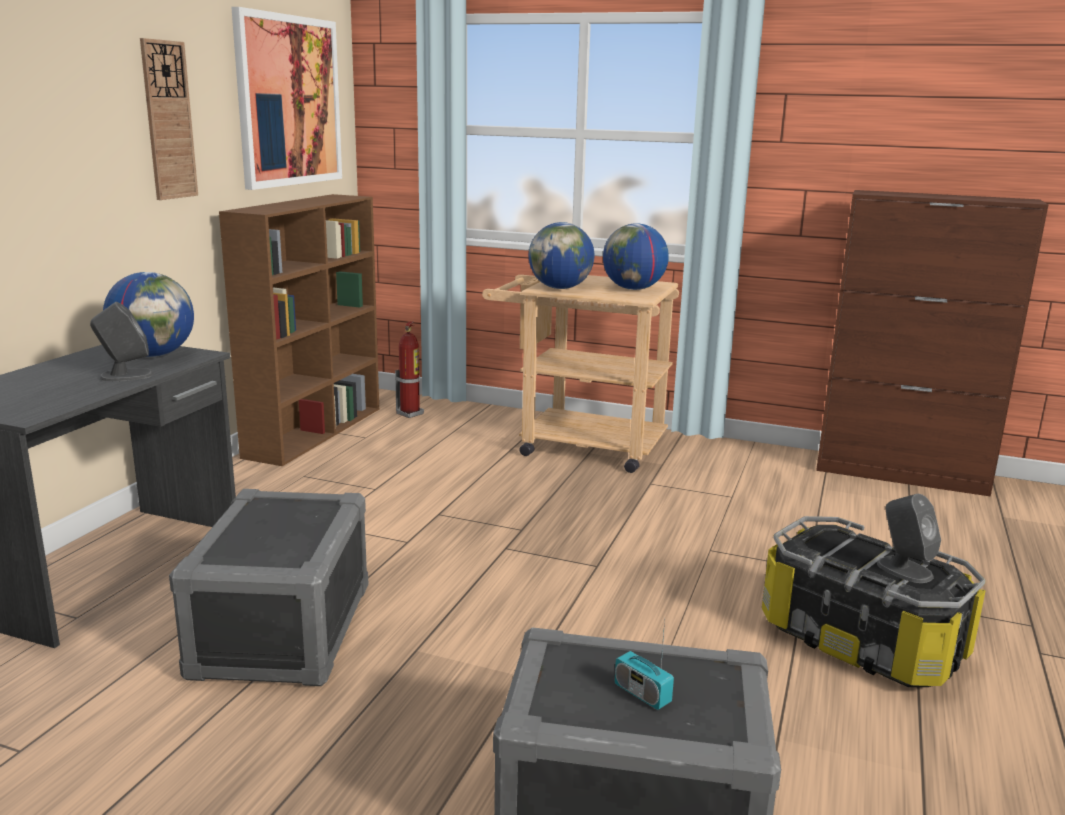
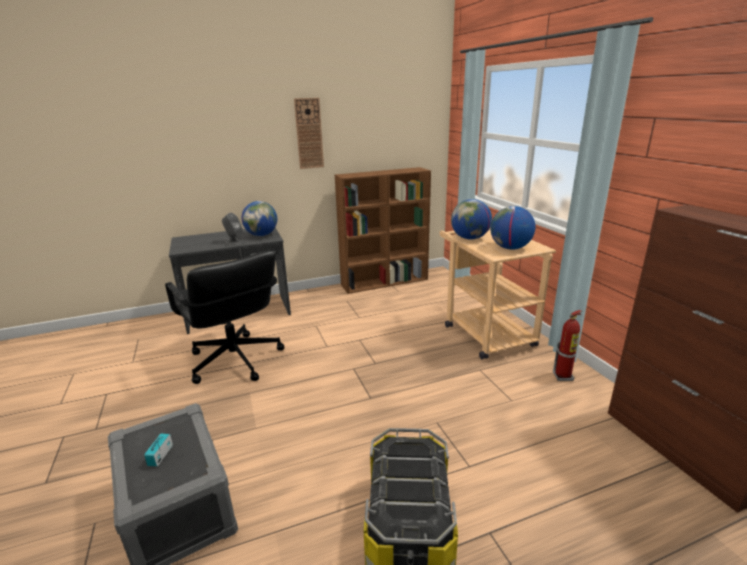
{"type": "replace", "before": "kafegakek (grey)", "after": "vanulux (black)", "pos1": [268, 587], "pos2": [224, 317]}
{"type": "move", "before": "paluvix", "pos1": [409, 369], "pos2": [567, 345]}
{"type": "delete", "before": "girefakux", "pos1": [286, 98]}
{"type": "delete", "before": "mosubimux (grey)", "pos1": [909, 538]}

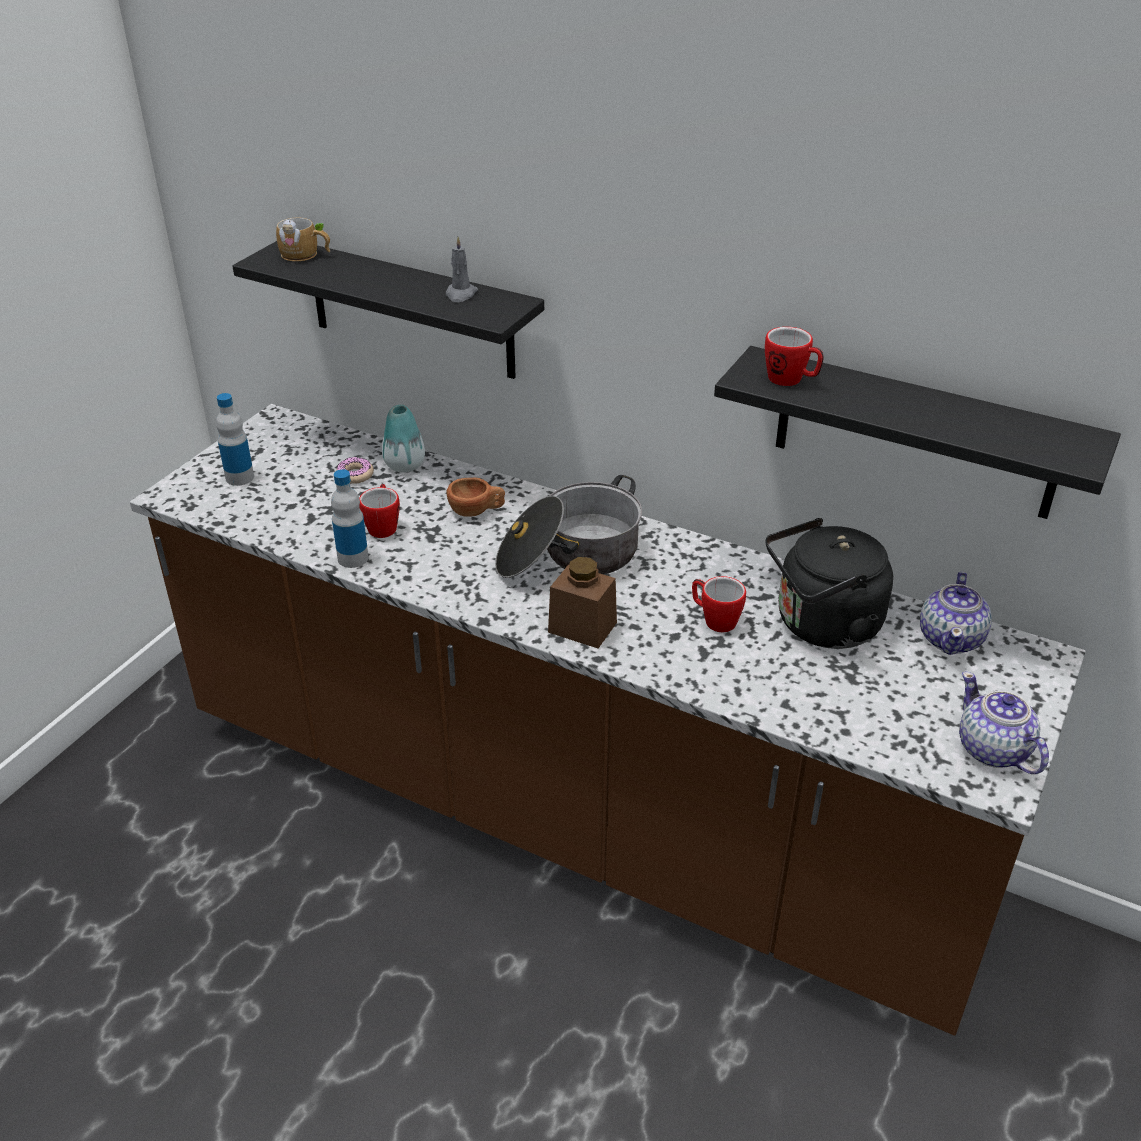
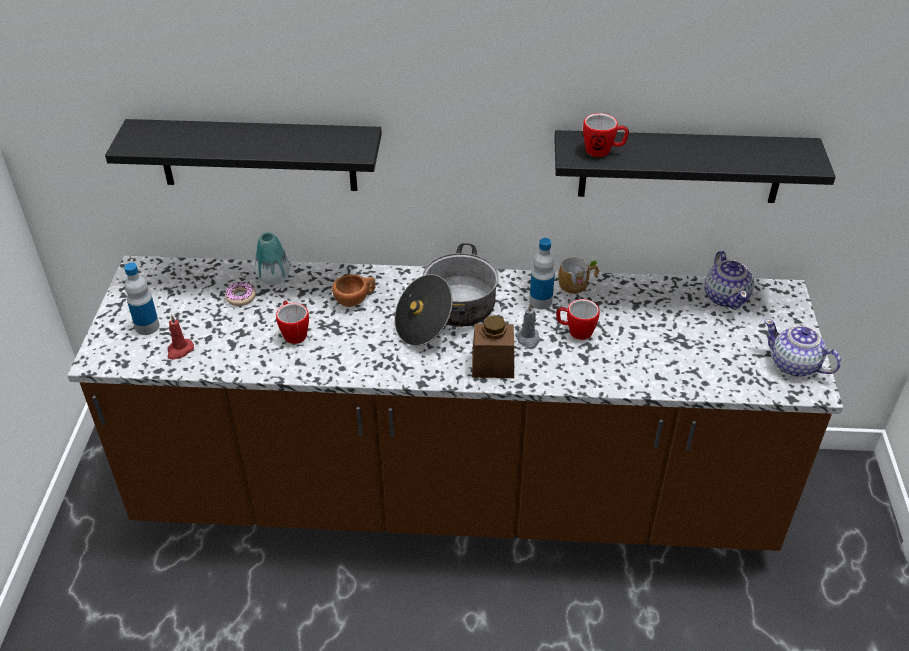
{"type": "insert", "after": "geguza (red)", "pos2": [180, 337]}
{"type": "move", "before": "geguza (grey)", "pos1": [462, 269], "pos2": [527, 326]}
{"type": "move", "before": "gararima", "pos1": [350, 518], "pos2": [542, 273]}
{"type": "move", "before": "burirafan", "pos1": [303, 239], "pos2": [578, 276]}
{"type": "delete", "before": "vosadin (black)", "pos1": [829, 583]}

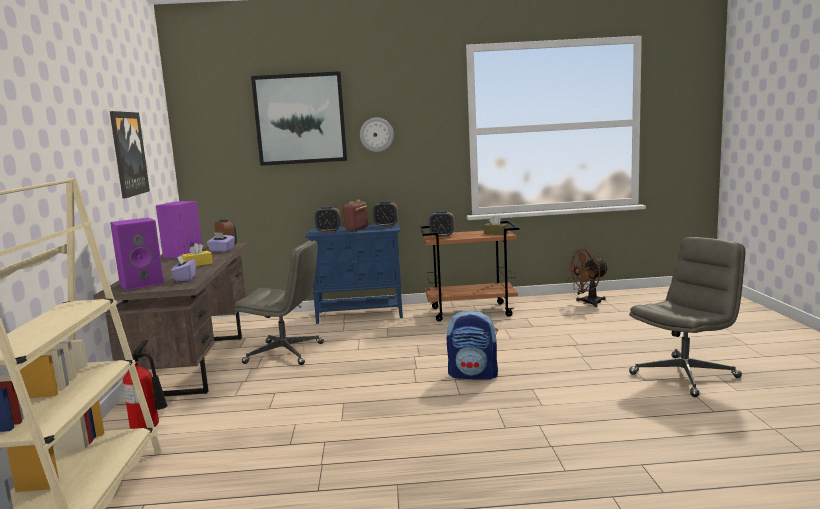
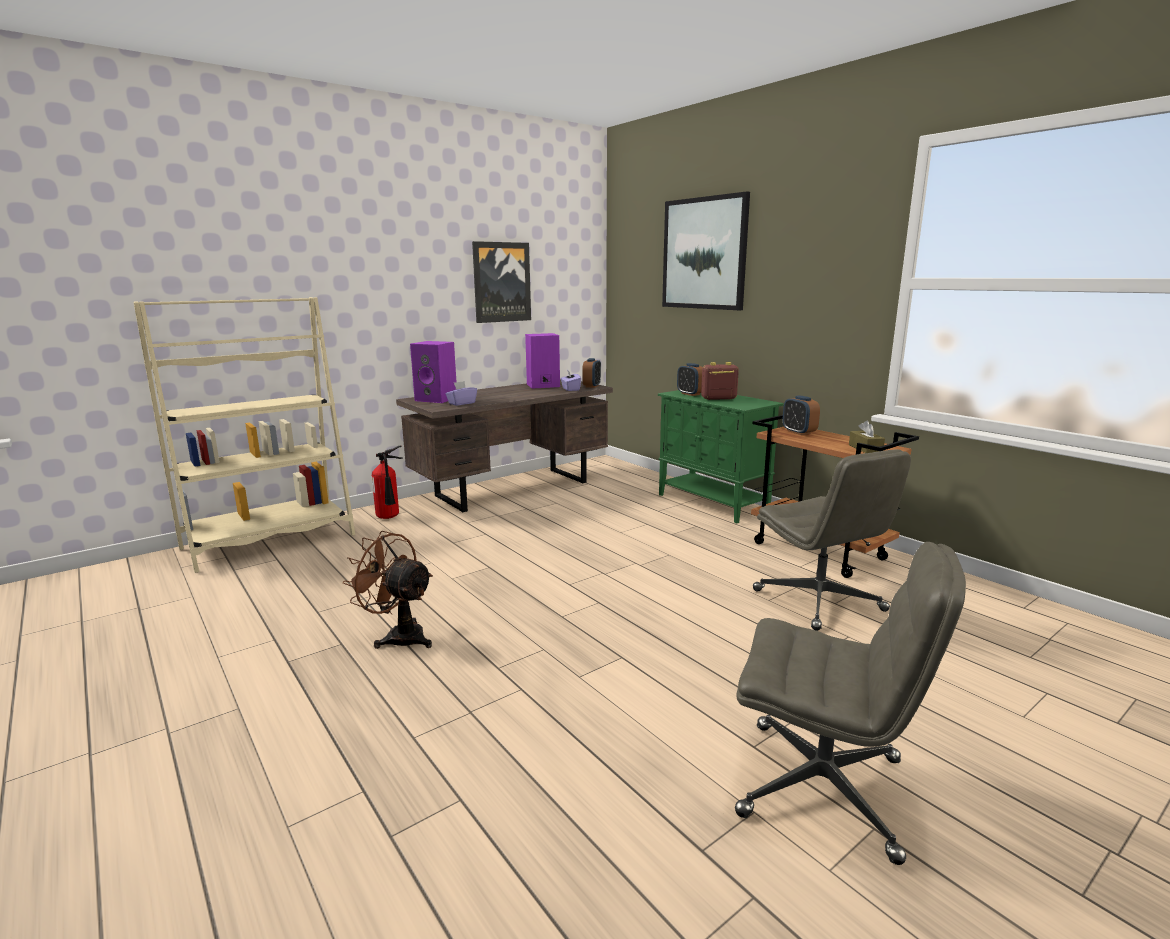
{"type": "move", "before": "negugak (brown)", "pos1": [587, 278], "pos2": [388, 590]}
{"type": "recolor", "before": "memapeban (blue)", "after": "memapeban (green)", "pos1": [354, 273], "pos2": [721, 457]}
{"type": "move", "before": "vanulux (grey)", "pos1": [279, 302], "pos2": [832, 540]}
{"type": "delete", "before": "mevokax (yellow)", "pos1": [197, 254]}
{"type": "delete", "before": "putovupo", "pos1": [377, 135]}
{"type": "delete", "before": "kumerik", "pos1": [385, 214]}
{"type": "delete", "before": "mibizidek", "pos1": [472, 345]}

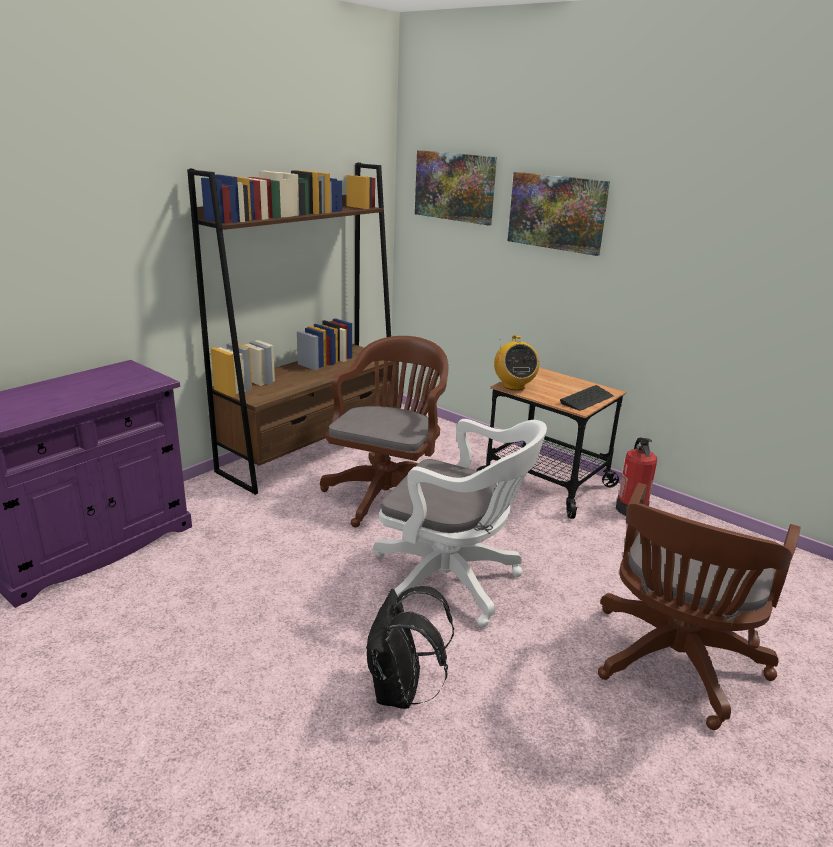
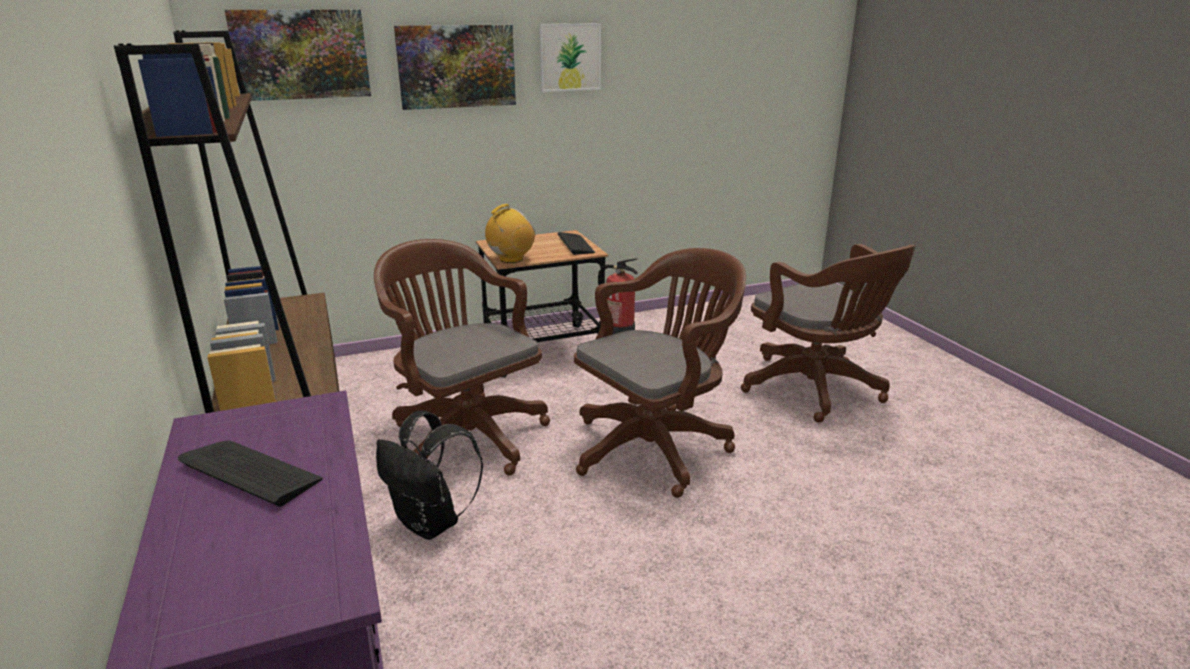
{"type": "insert", "after": "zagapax", "pos2": [250, 474]}
{"type": "move", "before": "mibizidek (black)", "pos1": [410, 647], "pos2": [429, 475]}
{"type": "rotate", "before": "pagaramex", "pos1": [517, 362], "pos2": [510, 233], "turn": -60}
{"type": "insert", "after": "girefakux", "pos2": [570, 57]}
{"type": "recolor", "before": "vanulux (white)", "after": "vanulux (brown)", "pos1": [460, 523], "pos2": [660, 373]}

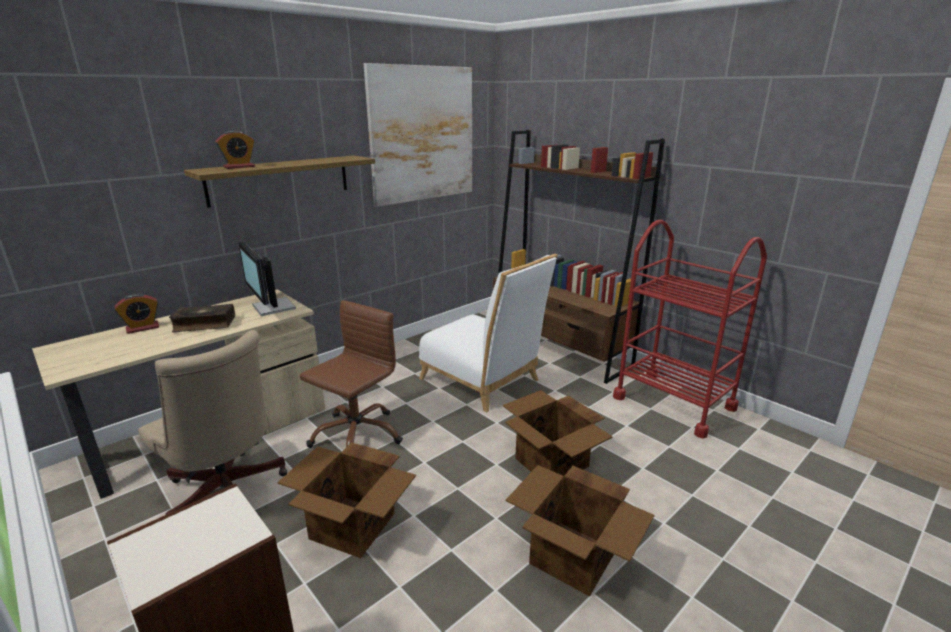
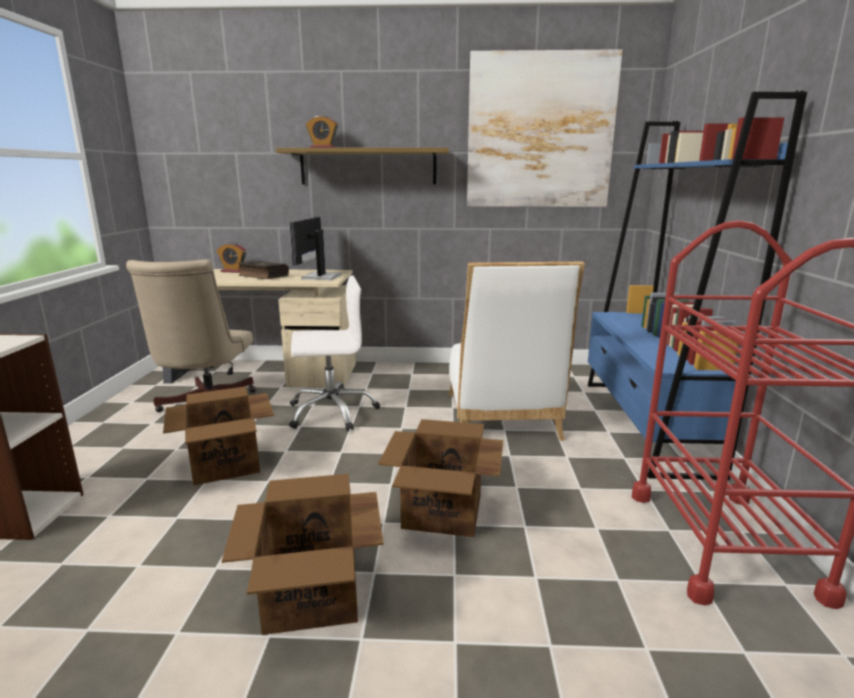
{"type": "recolor", "before": "vanulux (brown)", "after": "vanulux (white)", "pos1": [351, 374], "pos2": [334, 353]}
{"type": "recolor", "before": "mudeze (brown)", "after": "mudeze (blue)", "pos1": [579, 257], "pos2": [697, 285]}

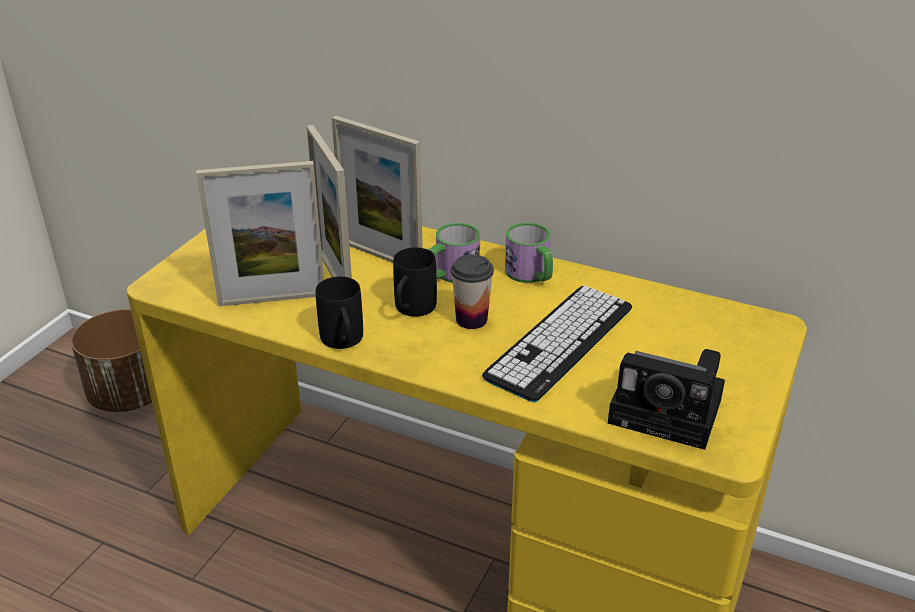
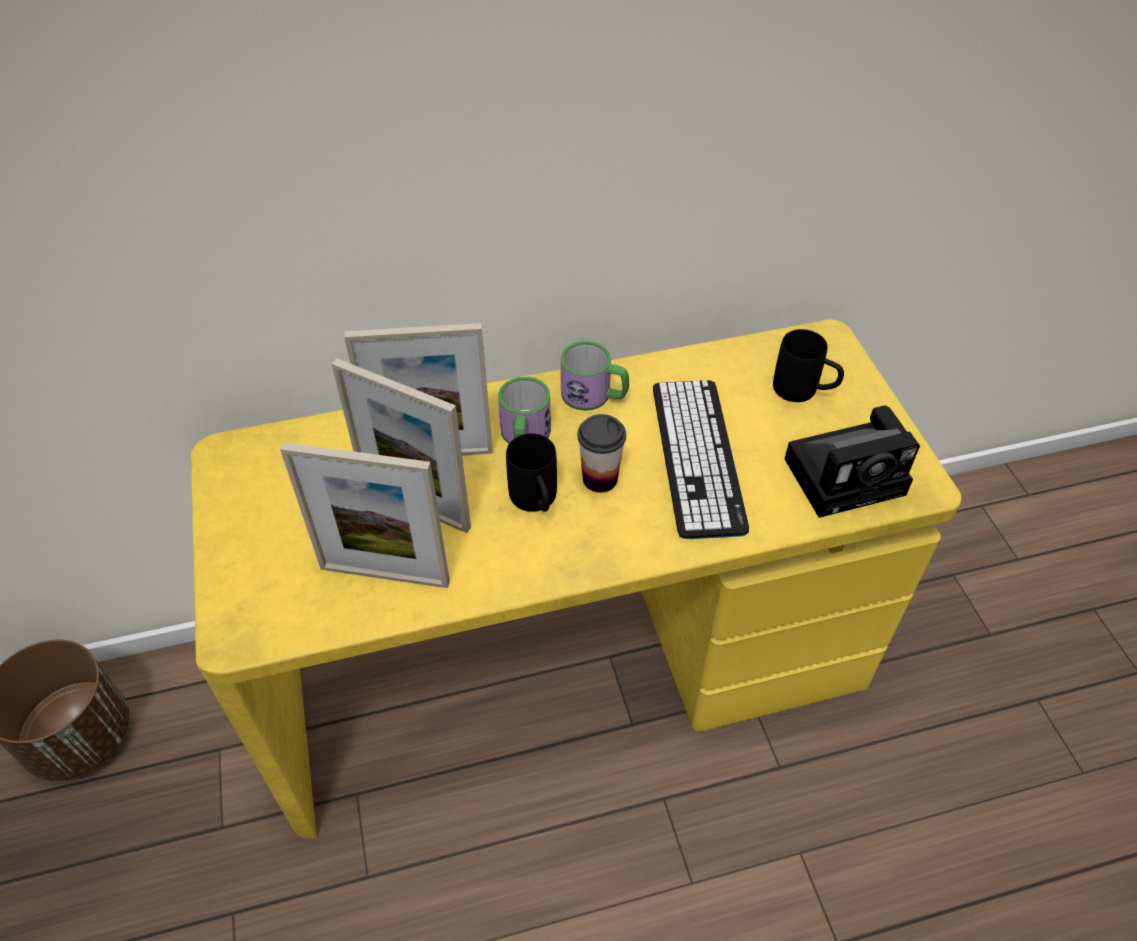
{"type": "rotate", "before": "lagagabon", "pos1": [260, 233], "pos2": [365, 515], "turn": 60}
{"type": "move", "before": "burirafan (black)", "pos1": [339, 312], "pos2": [808, 365]}

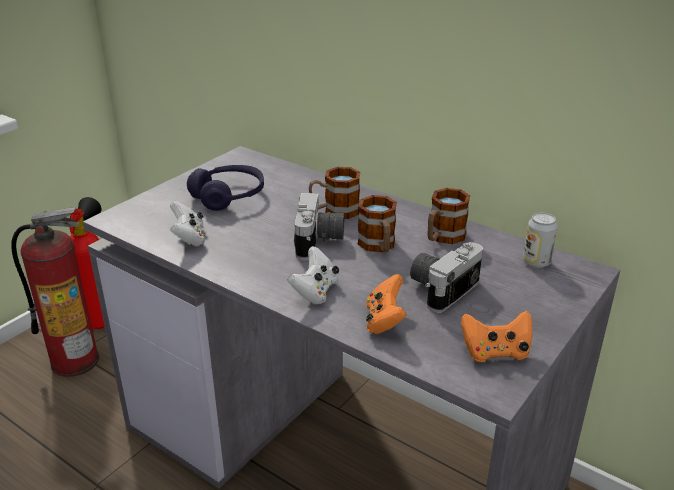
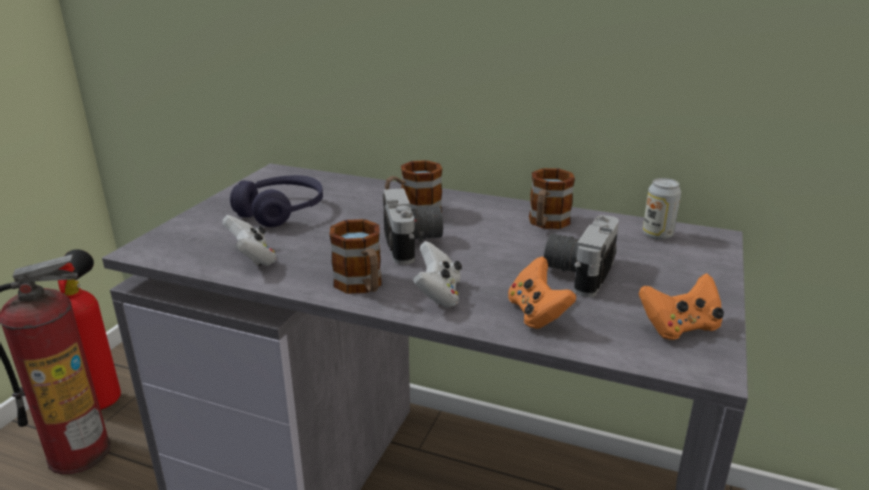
{"type": "move", "before": "burirafan", "pos1": [377, 224], "pos2": [356, 256]}

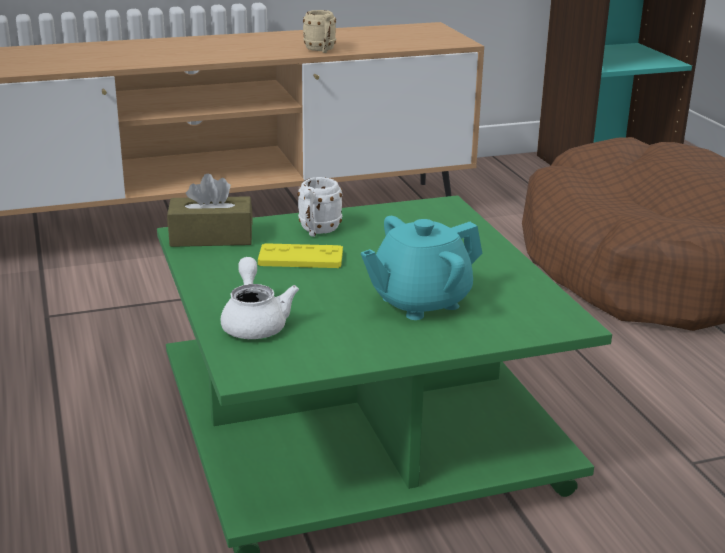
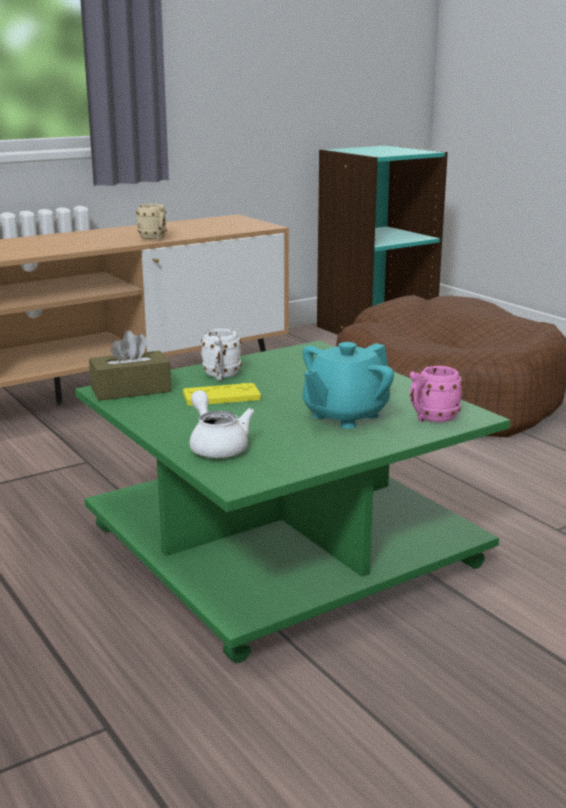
{"type": "insert", "after": "burirafan (pink)", "pos2": [436, 394]}

